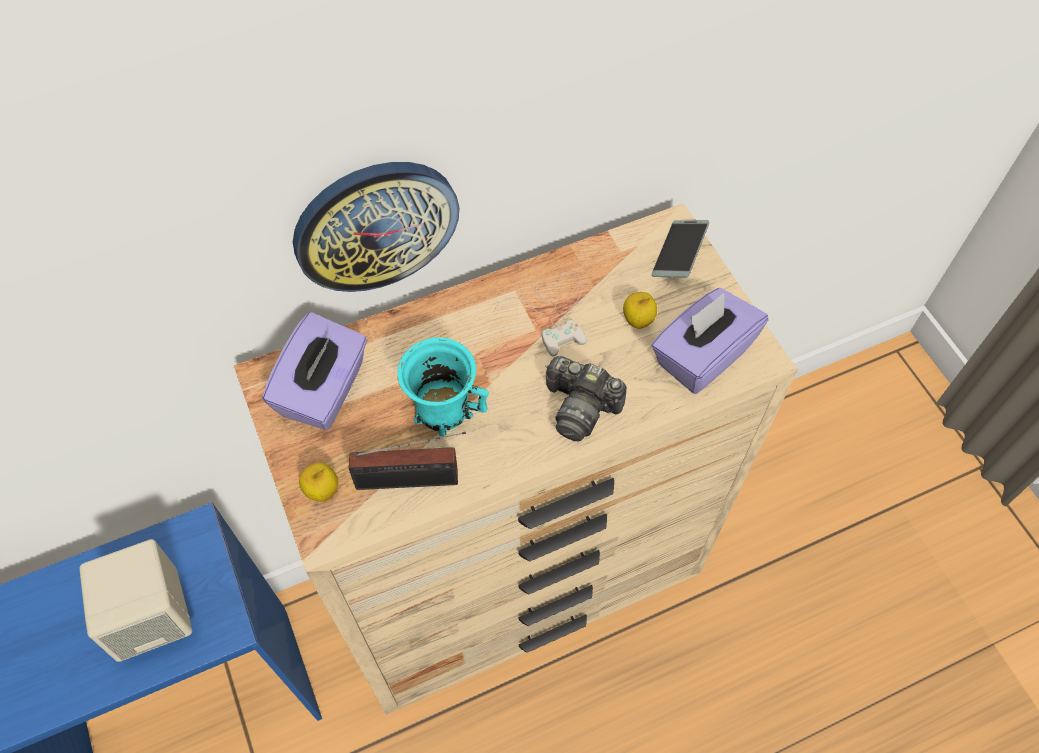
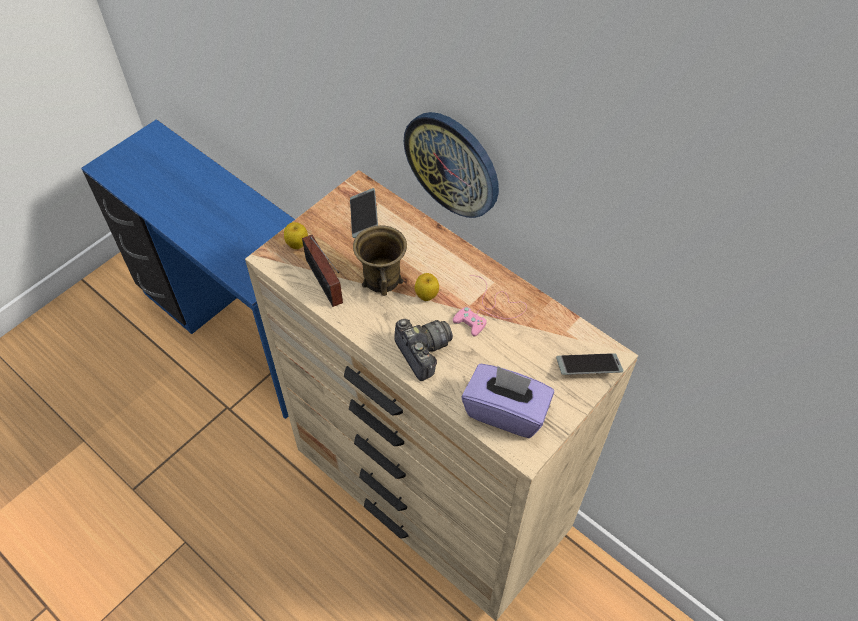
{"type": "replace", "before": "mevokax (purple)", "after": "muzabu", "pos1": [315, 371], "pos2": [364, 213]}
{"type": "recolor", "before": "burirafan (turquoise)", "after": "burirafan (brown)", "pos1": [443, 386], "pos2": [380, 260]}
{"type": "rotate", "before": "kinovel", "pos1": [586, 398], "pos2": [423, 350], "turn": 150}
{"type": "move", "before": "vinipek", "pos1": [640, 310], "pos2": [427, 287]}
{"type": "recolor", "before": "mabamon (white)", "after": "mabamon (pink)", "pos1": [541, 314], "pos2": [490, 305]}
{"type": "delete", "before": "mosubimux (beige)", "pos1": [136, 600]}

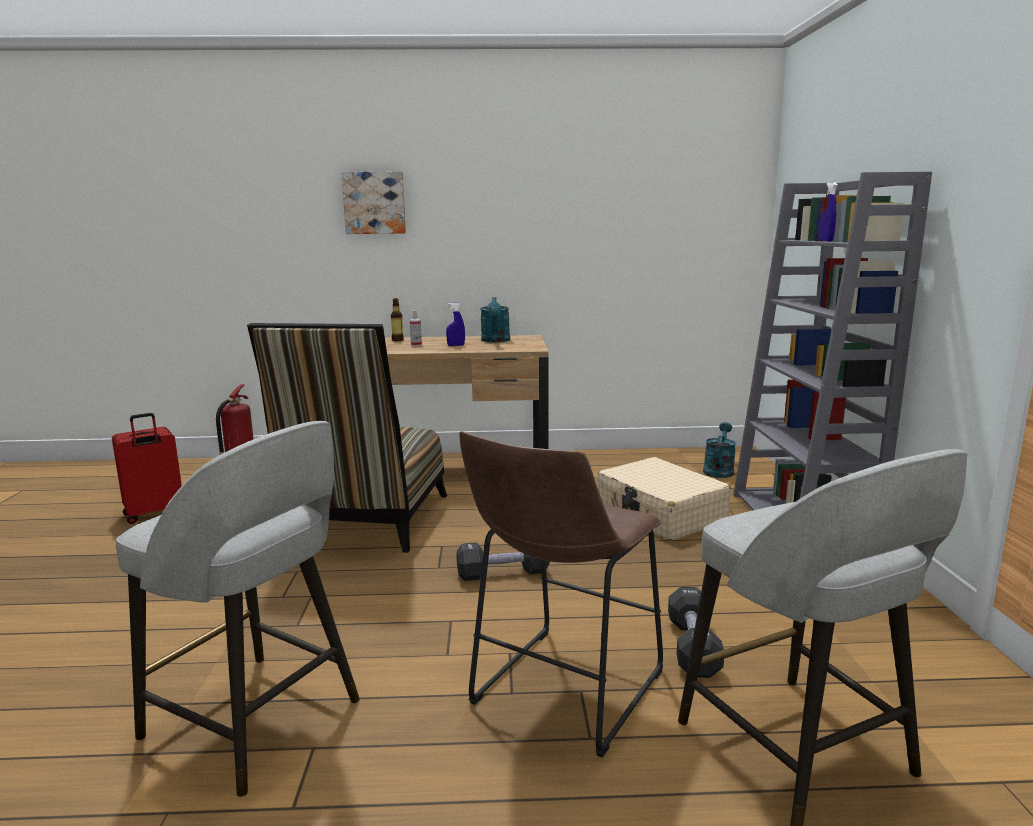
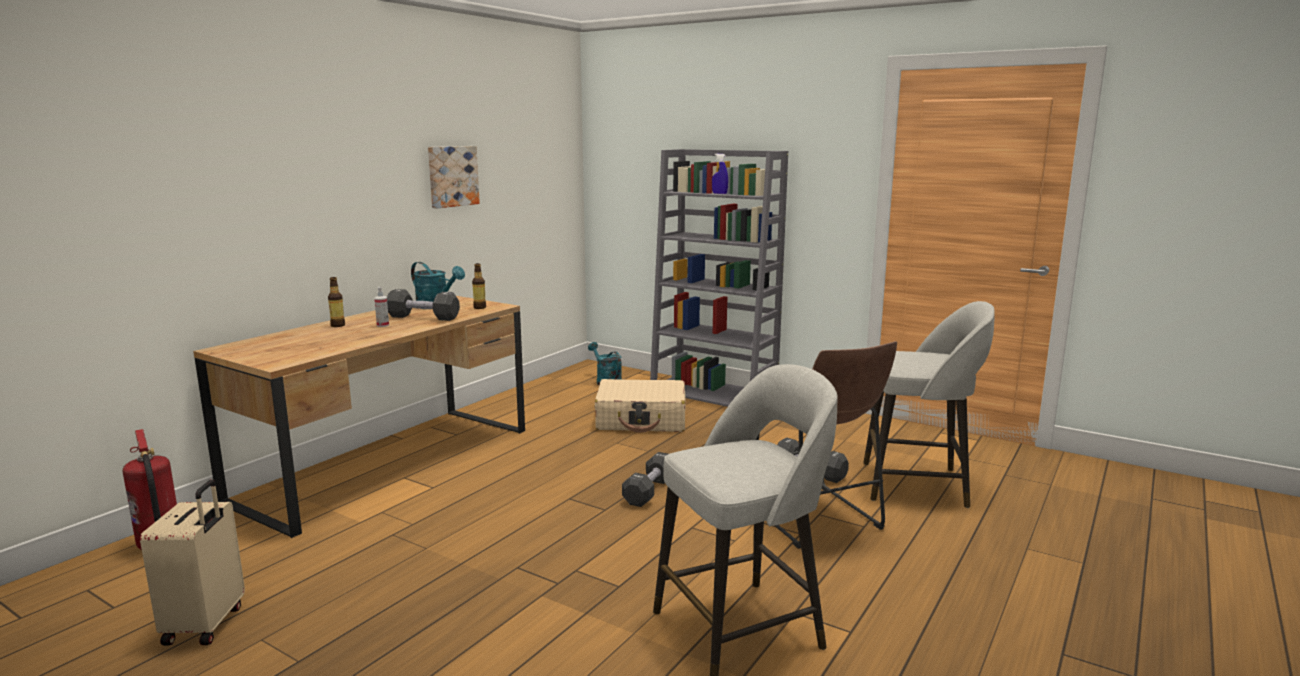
{"type": "recolor", "before": "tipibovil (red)", "after": "tipibovil (beige)", "pos1": [147, 468], "pos2": [192, 563]}
{"type": "replace", "before": "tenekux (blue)", "after": "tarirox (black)", "pos1": [455, 324], "pos2": [423, 305]}
{"type": "move", "before": "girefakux", "pos1": [373, 202], "pos2": [454, 177]}
{"type": "insert", "after": "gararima", "pos2": [479, 286]}
{"type": "delete", "before": "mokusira", "pos1": [347, 438]}

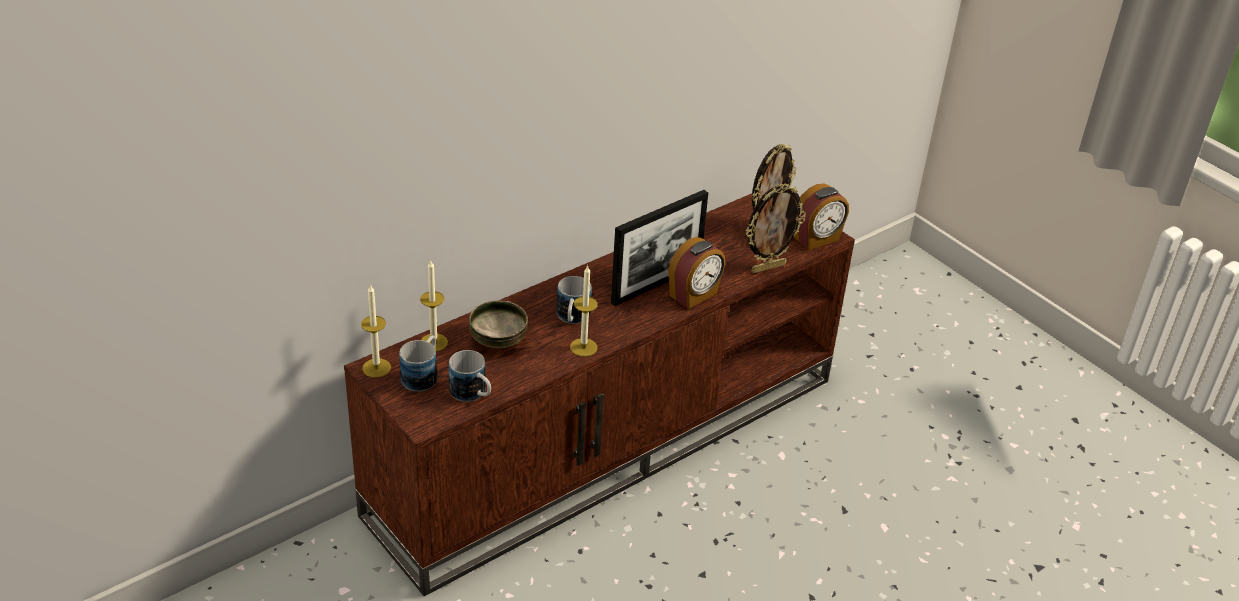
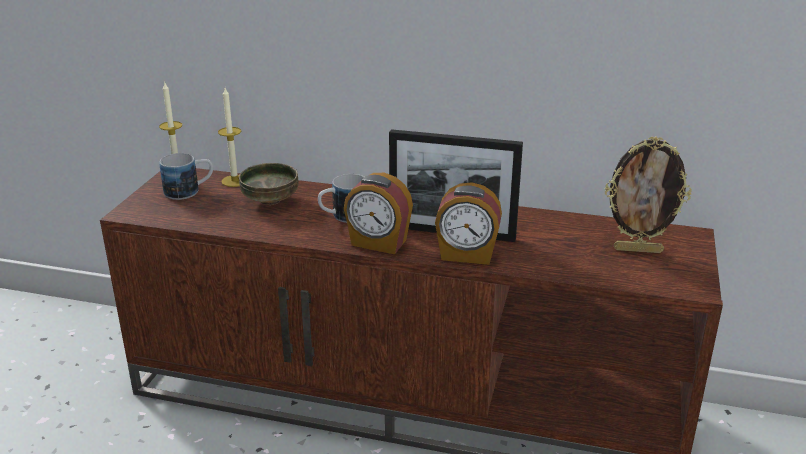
{"type": "move", "before": "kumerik", "pos1": [821, 216], "pos2": [378, 213]}
{"type": "delete", "before": "burirafan", "pos1": [470, 376]}
{"type": "delete", "before": "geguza", "pos1": [584, 311]}
{"type": "delete", "before": "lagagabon", "pos1": [776, 228]}

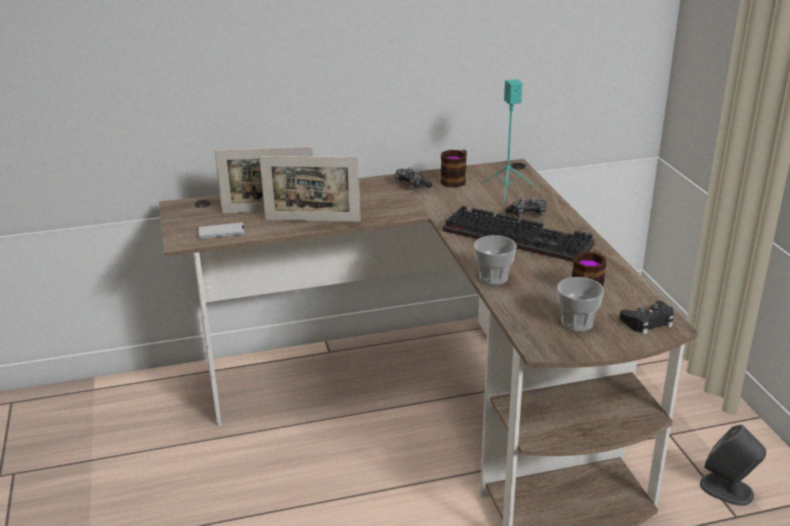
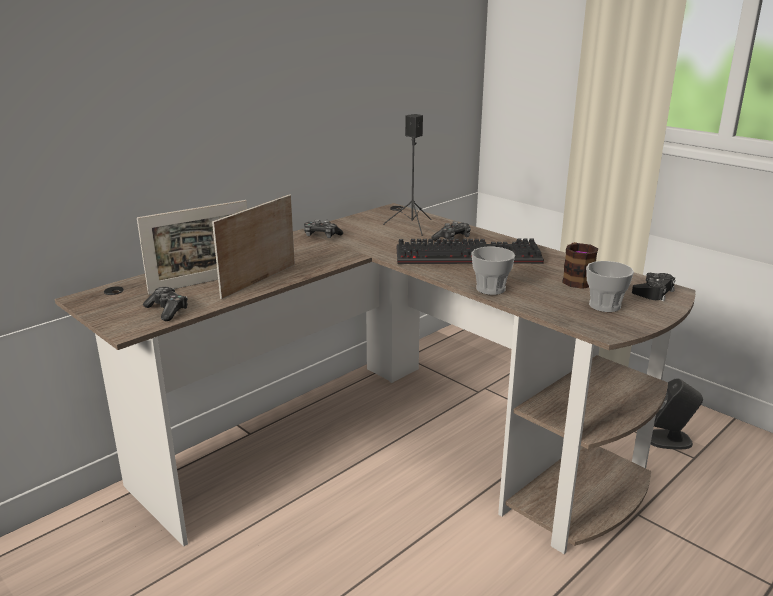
{"type": "replace", "before": "muzabu", "after": "mabamon", "pos1": [221, 230], "pos2": [165, 304]}
{"type": "rotate", "before": "lagagabon", "pos1": [310, 189], "pos2": [253, 246], "turn": 150}
{"type": "recolor", "before": "mosubimux (turquoise)", "after": "mosubimux (black)", "pos1": [508, 142], "pos2": [407, 175]}
{"type": "delete", "before": "burirafan", "pos1": [453, 169]}

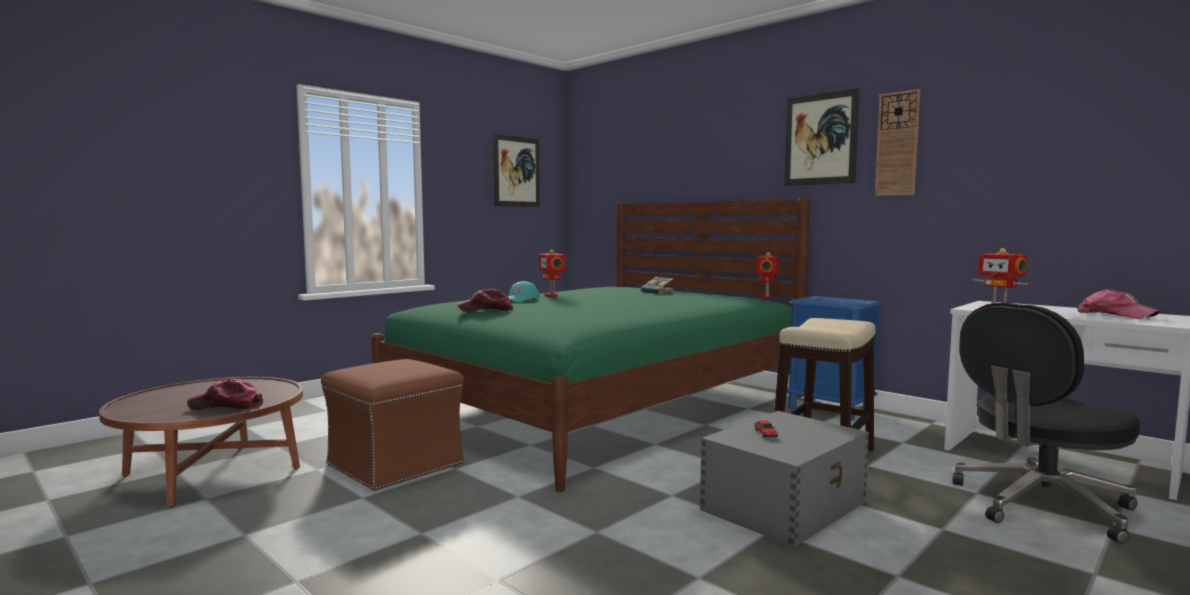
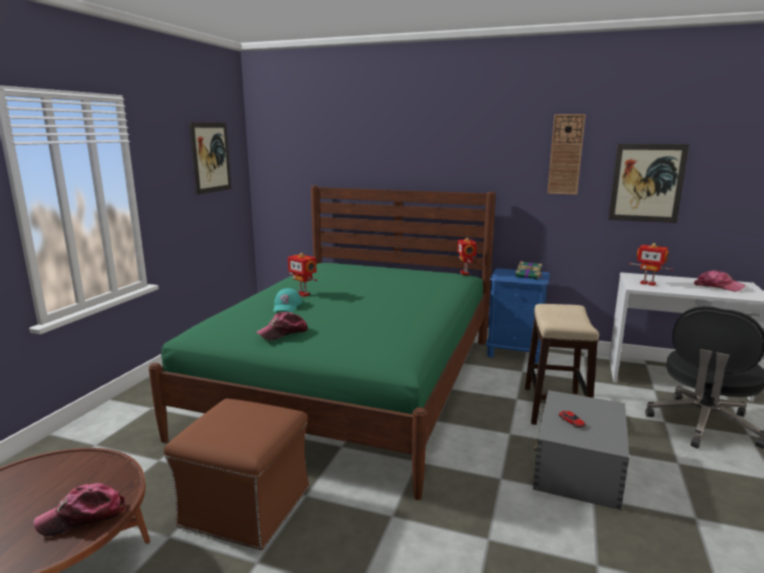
{"type": "move", "before": "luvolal", "pos1": [658, 285], "pos2": [529, 270]}
{"type": "move", "before": "girefakux", "pos1": [821, 137], "pos2": [648, 183]}

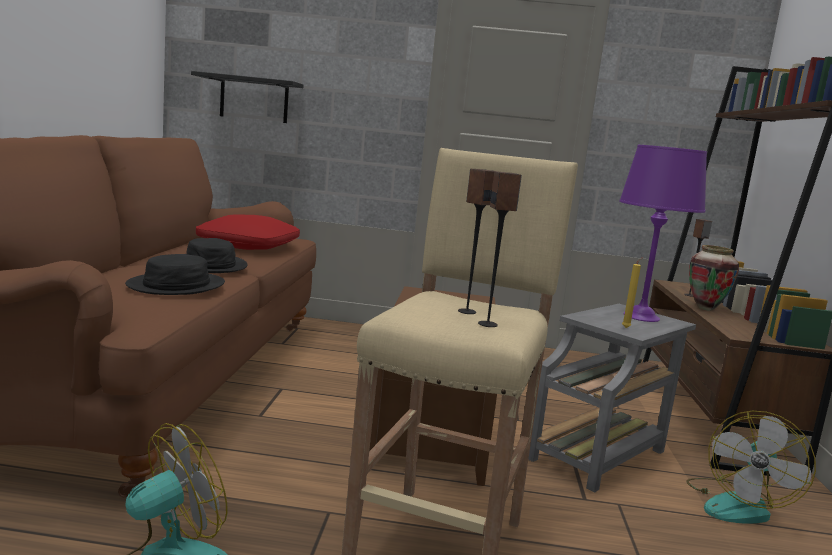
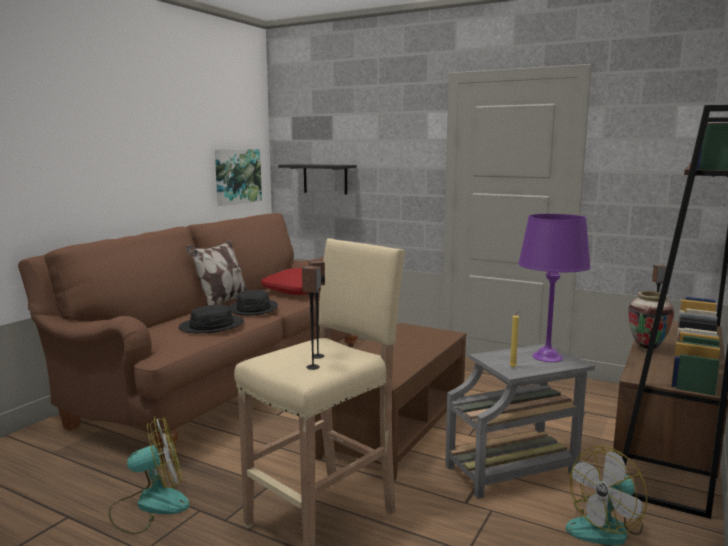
{"type": "insert", "after": "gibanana", "pos2": [216, 272]}
{"type": "insert", "after": "girefakux", "pos2": [238, 177]}

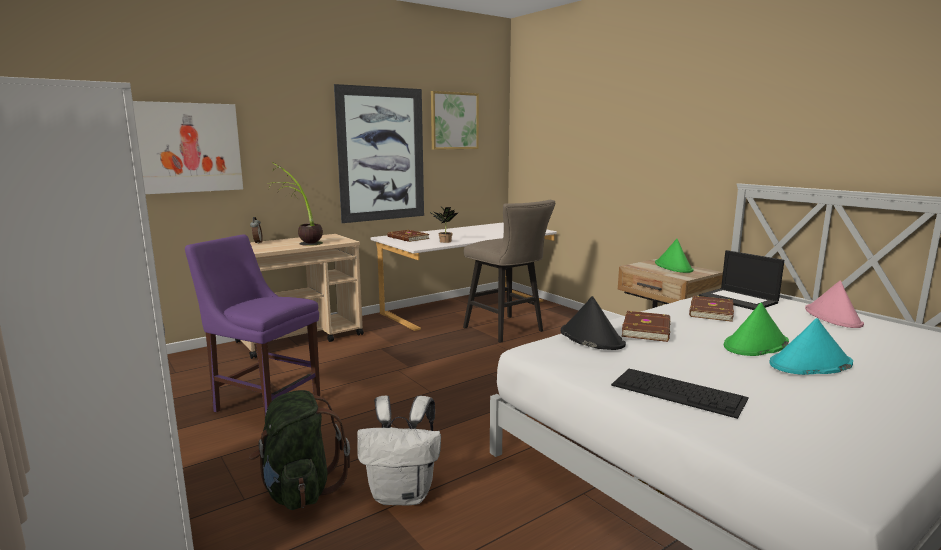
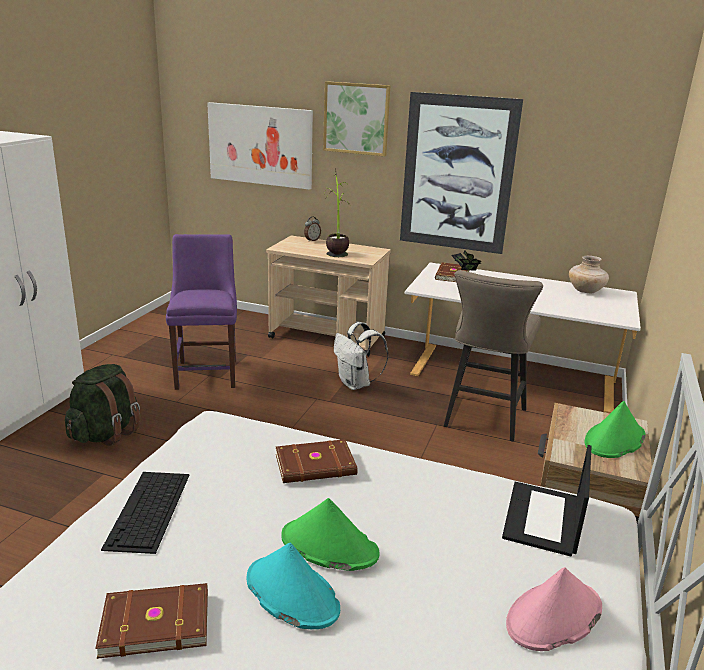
{"type": "move", "before": "luvolal (brown)", "pos1": [711, 309], "pos2": [151, 621]}
{"type": "move", "before": "girefakux", "pos1": [455, 120], "pos2": [356, 118]}
{"type": "move", "before": "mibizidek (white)", "pos1": [399, 450], "pos2": [361, 356]}
{"type": "insert", "after": "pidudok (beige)", "pos2": [589, 274]}
{"type": "delete", "before": "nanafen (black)", "pos1": [593, 323]}

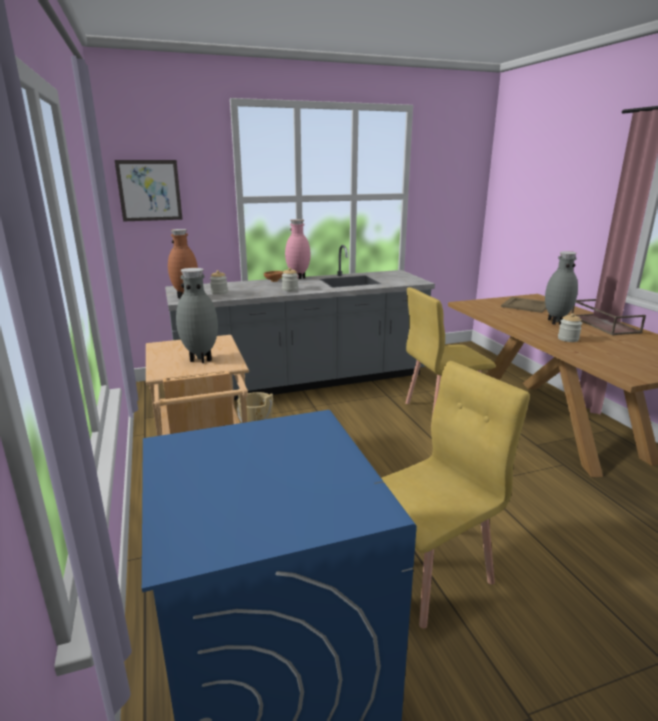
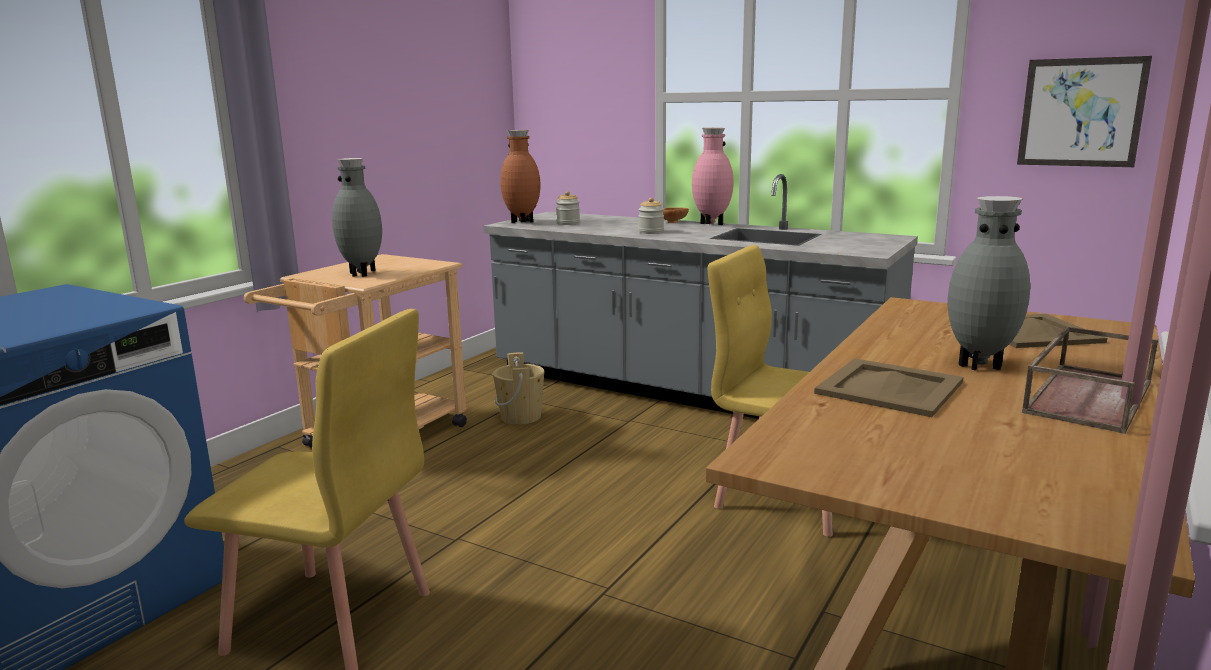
{"type": "replace", "before": "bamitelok", "after": "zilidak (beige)", "pos1": [570, 327], "pos2": [889, 387]}
{"type": "move", "before": "girefakux", "pos1": [149, 191], "pos2": [1084, 111]}

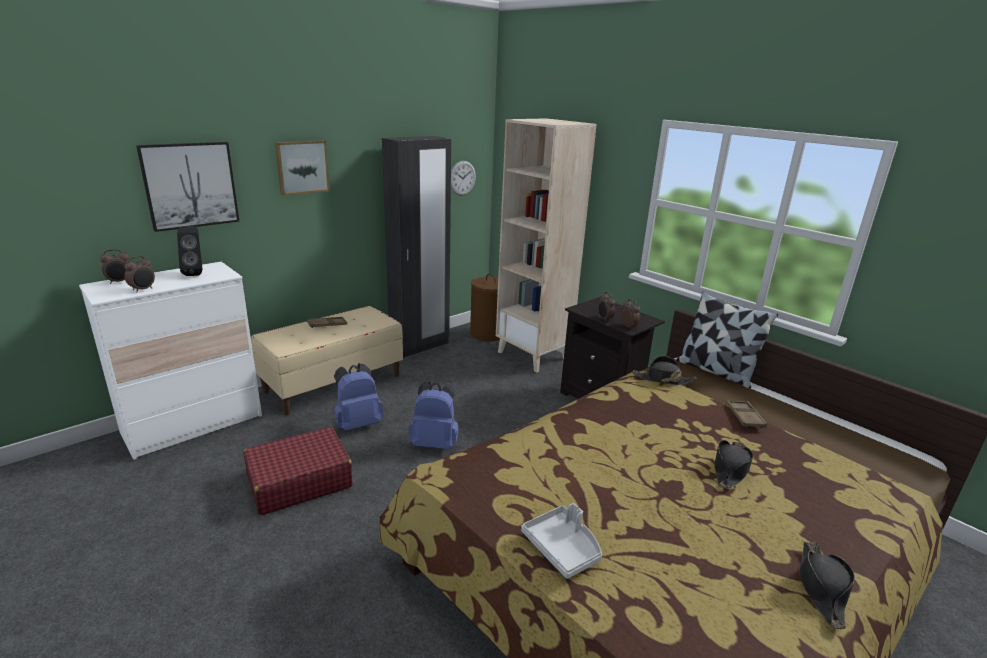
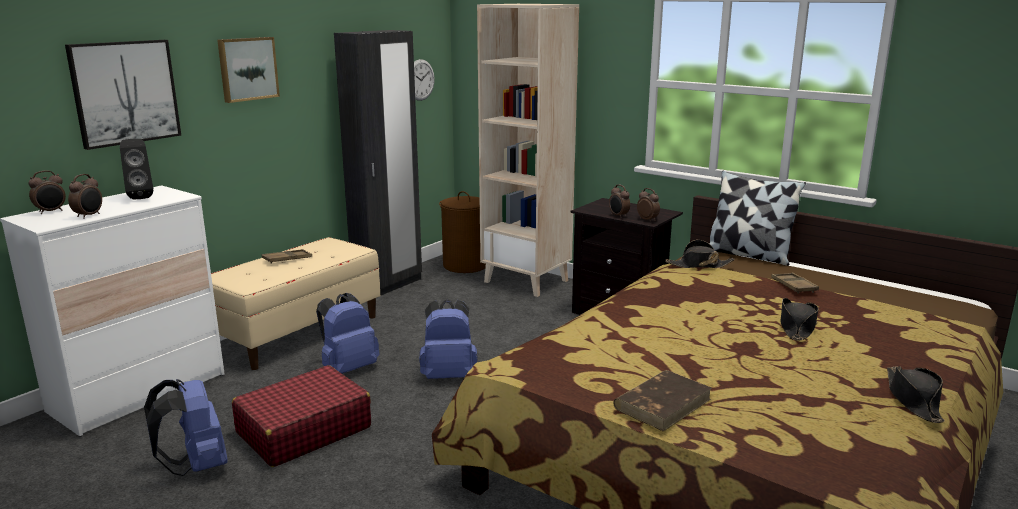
{"type": "insert", "after": "mibizidek (blue)", "pos2": [186, 427]}
{"type": "replace", "before": "zilidak (grey)", "after": "luvolal (brown)", "pos1": [561, 541], "pos2": [662, 400]}

